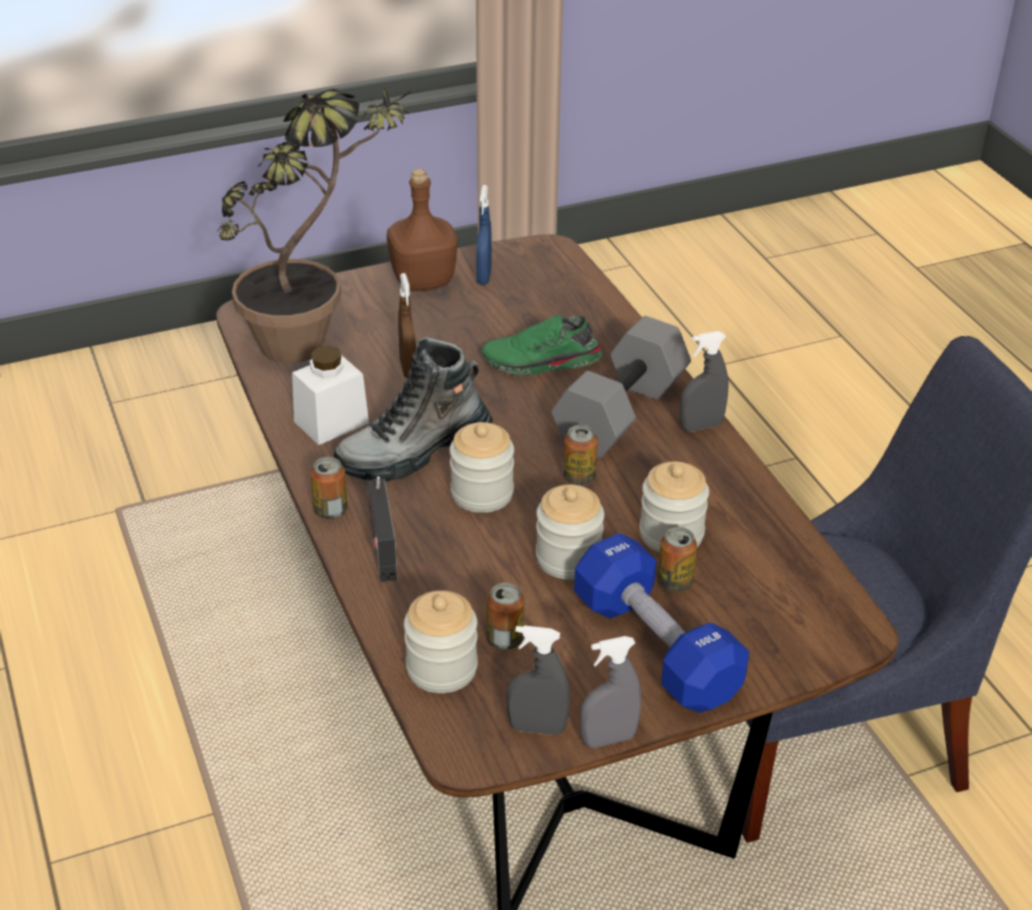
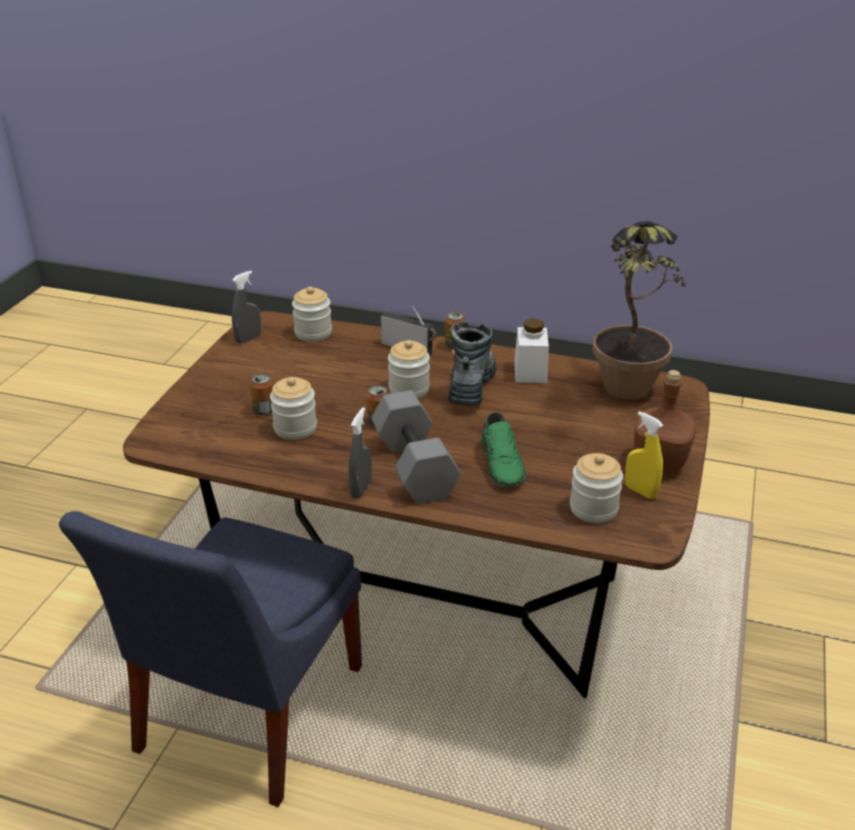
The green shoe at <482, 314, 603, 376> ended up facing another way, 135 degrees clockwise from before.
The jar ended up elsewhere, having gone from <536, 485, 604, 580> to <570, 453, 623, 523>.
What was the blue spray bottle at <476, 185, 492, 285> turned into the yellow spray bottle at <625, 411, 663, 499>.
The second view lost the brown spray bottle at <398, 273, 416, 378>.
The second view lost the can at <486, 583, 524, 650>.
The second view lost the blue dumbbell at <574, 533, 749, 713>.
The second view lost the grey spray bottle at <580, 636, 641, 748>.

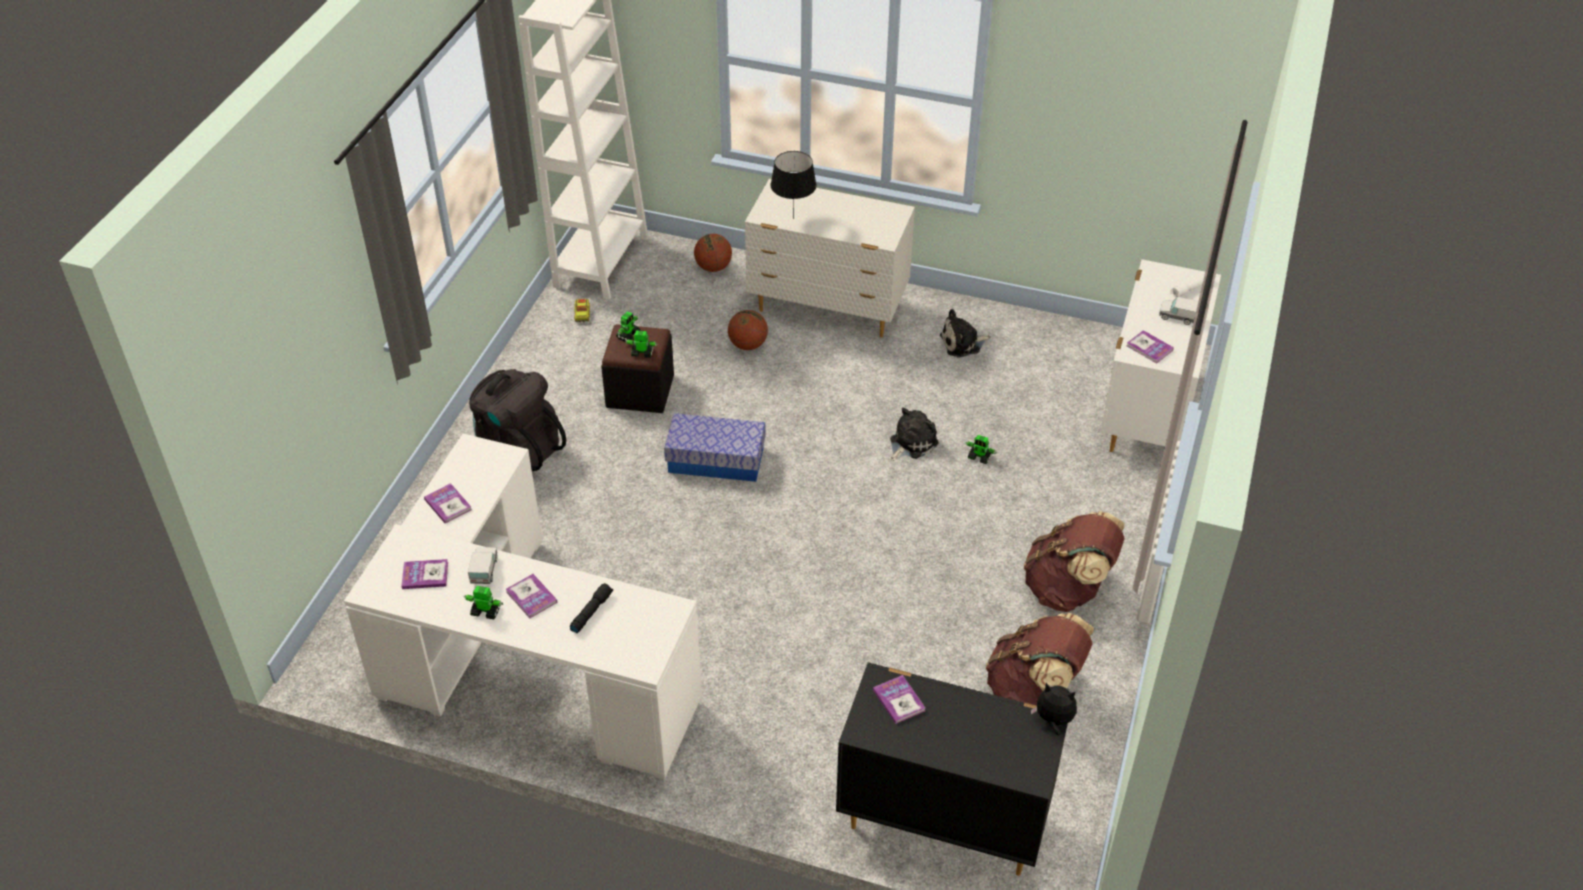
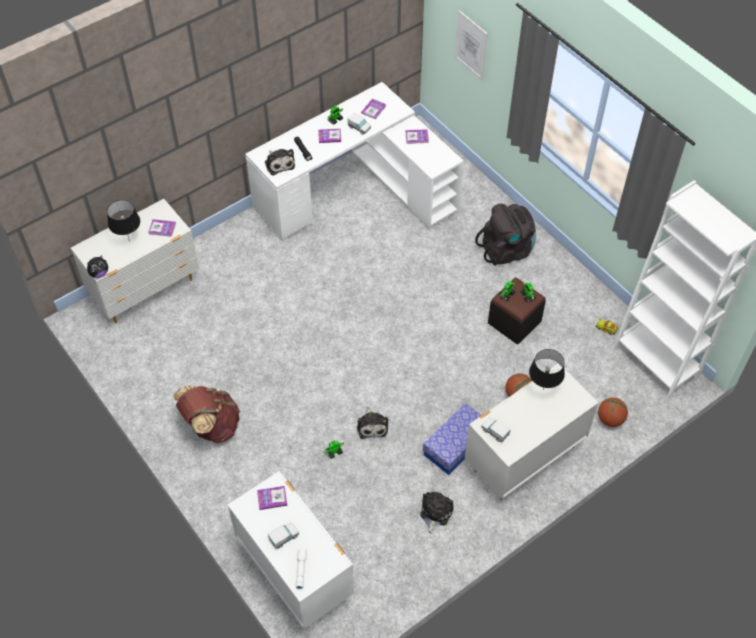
What was the black dresser at <836, 662, 1068, 876> turned into the white dresser at <71, 199, 199, 323>.
The second view gained the black table lamp at <107, 200, 140, 241>.
The second view gained the plush toy at <265, 149, 295, 176>.
The storage box ended up elsewhere, having gone from <664, 413, 766, 482> to <423, 403, 481, 475>.
The second view gained the picture at <455, 10, 488, 81>.
The second view gained the toy truck at <482, 417, 511, 442>.
The second view lost the brown backpack at <986, 613, 1094, 705>.

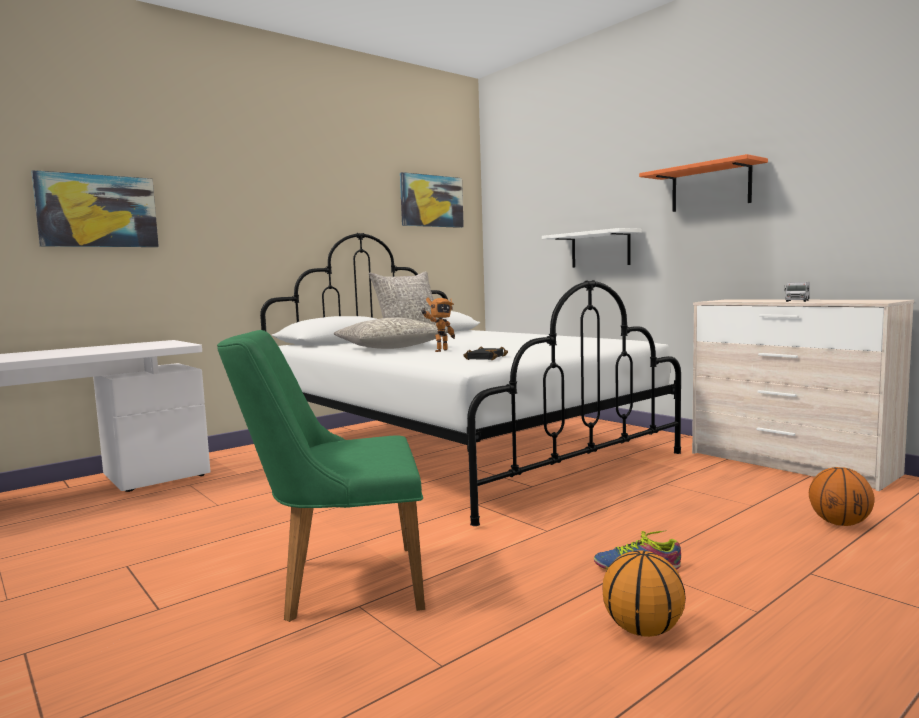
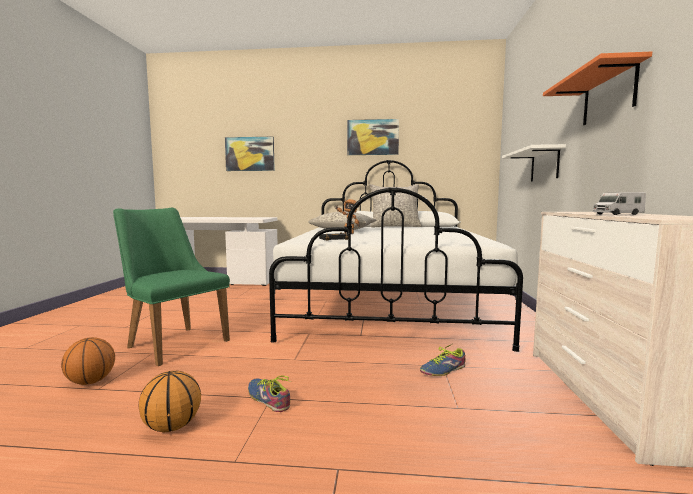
The basketball ended up elsewhere, having gone from <809, 467, 875, 526> to <61, 337, 115, 385>.
The picture ended up elsewhere, having gone from <400, 172, 464, 228> to <347, 119, 399, 155>.
The second view gained the shoe at <420, 344, 465, 376>.

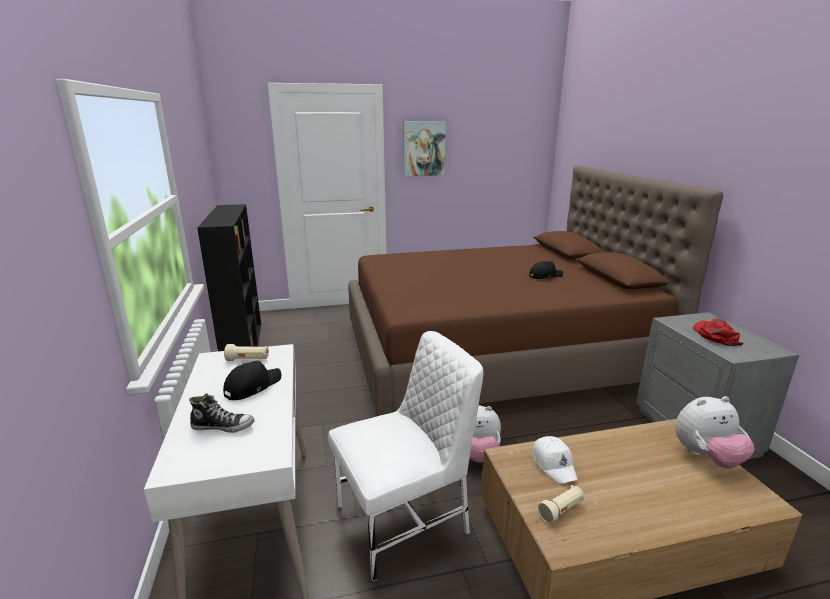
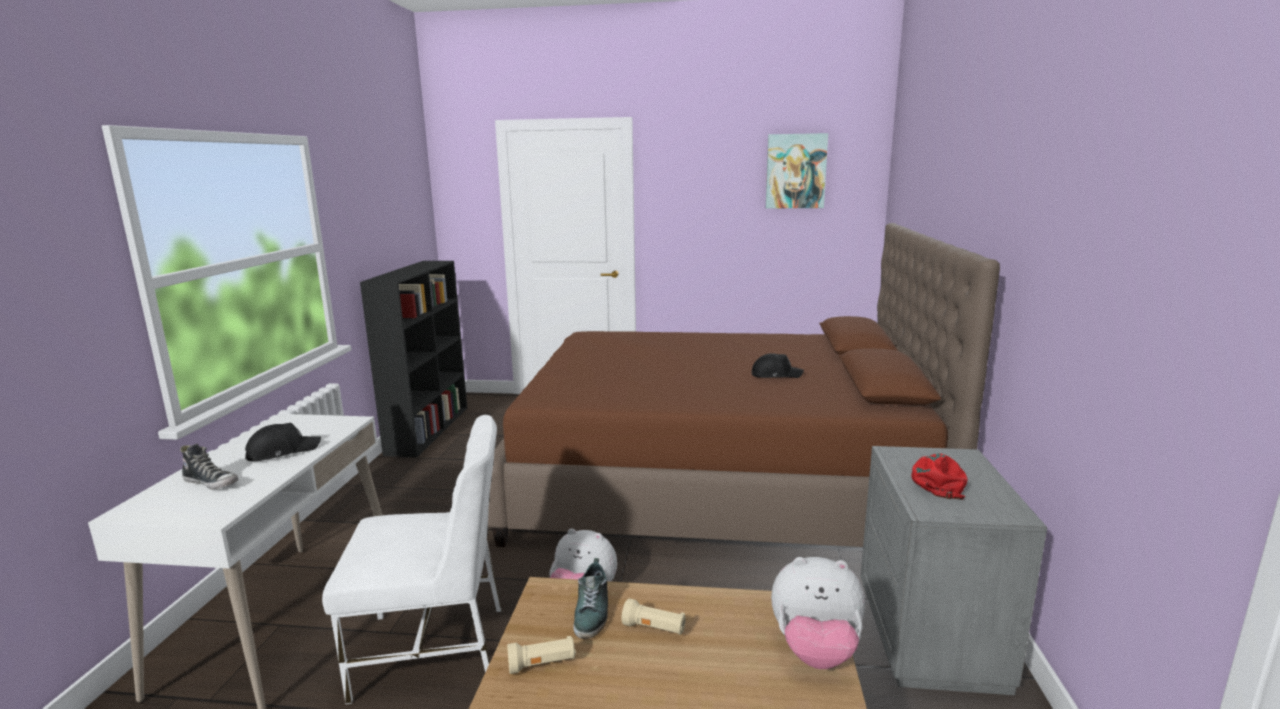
Where the white cap stood at <532, 436, 578, 484>, the shoe came to stand at <573, 558, 608, 639>.
The beige flashlight ended up elsewhere, having gone from <224, 344, 269, 361> to <621, 598, 686, 635>.
The picture ended up elsewhere, having gone from <403, 121, 446, 177> to <766, 133, 828, 209>.

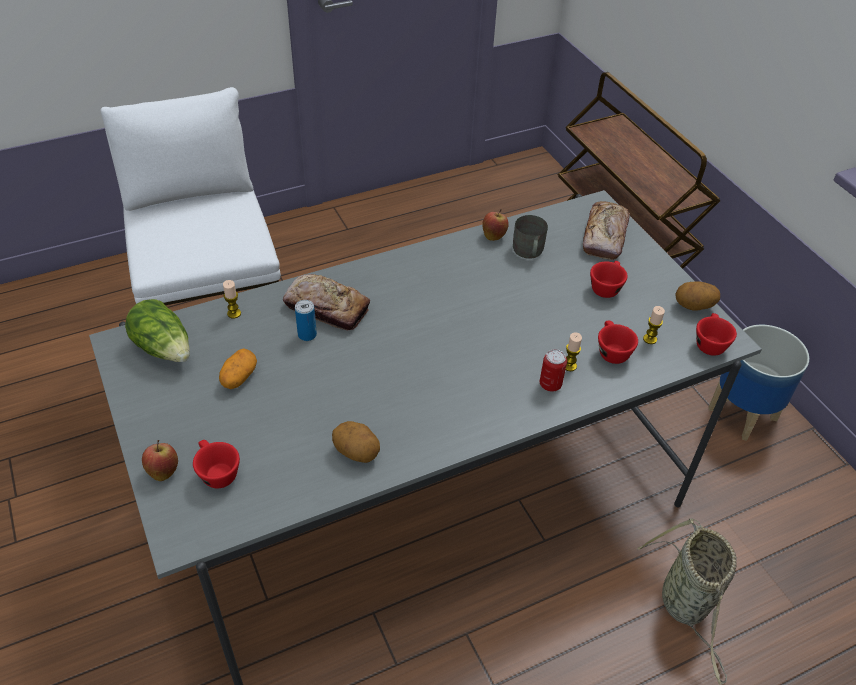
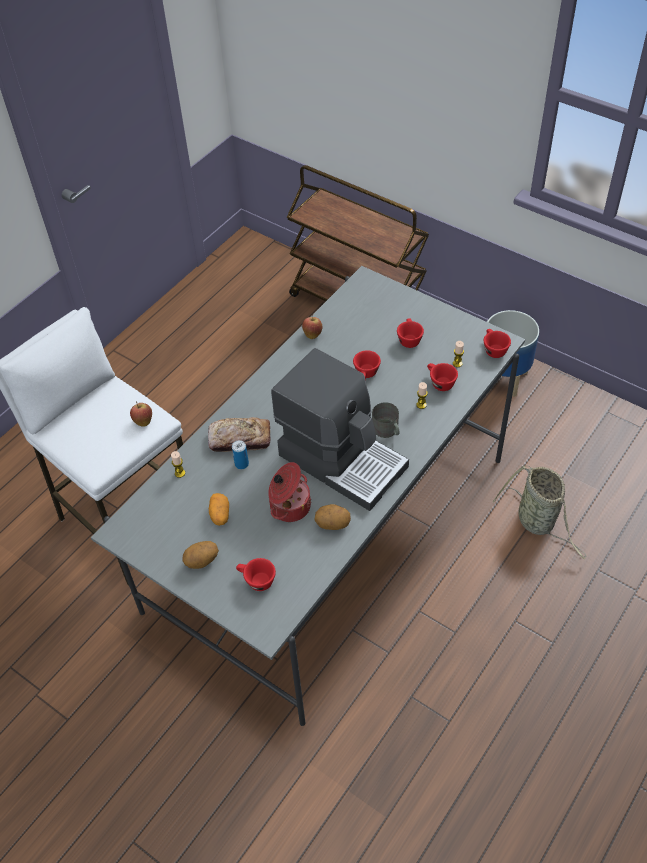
The apple ended up elsewhere, having gone from <142, 440, 178, 481> to <130, 401, 152, 426>.
The potato ended up elsewhere, having gone from <675, 282, 720, 310> to <183, 541, 219, 569>.
The second view gained the cooking pot at <268, 462, 311, 522>.
The second view gained the coffee machine at <271, 348, 409, 511>.
The second view gained the red cup at <353, 350, 381, 381>.
The grey mug ended up elsewhere, having gone from <513, 215, 548, 259> to <372, 402, 400, 438>.
The second view lost the lettuce at <125, 299, 190, 362>.
The second view lost the can at <540, 349, 567, 392>.
The second view lost the bread at <583, 201, 630, 260>.

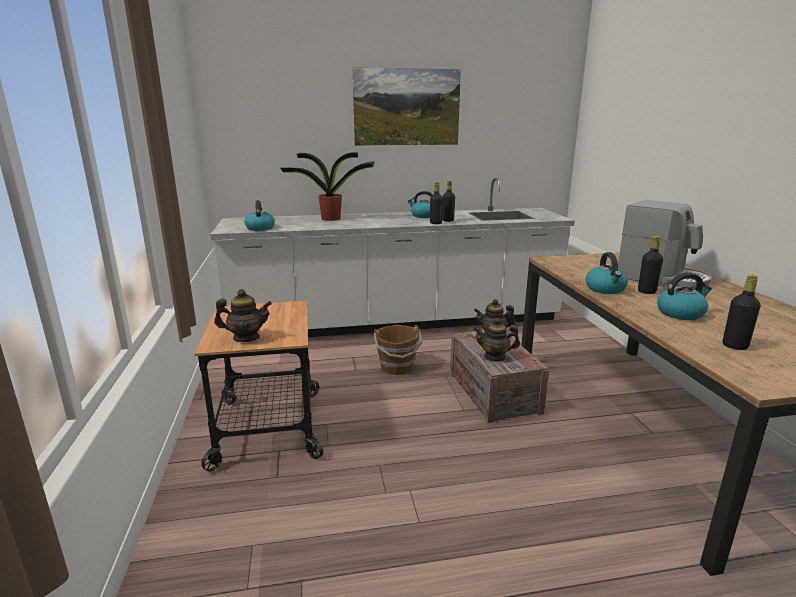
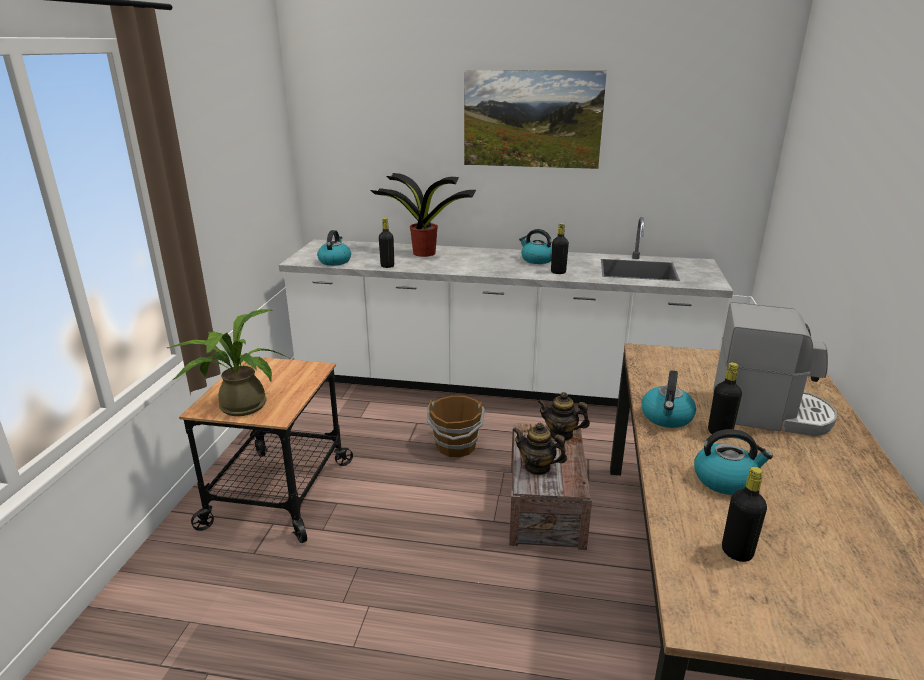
Where the teapot stood at <214, 289, 272, 342>, the potted plant came to stand at <167, 309, 288, 416>.
The black bottle ended up elsewhere, having gone from <430, 183, 443, 224> to <379, 218, 394, 268>.
The coffee machine at <618, 200, 711, 290> ended up facing another way, 45 degrees counterclockwise from before.

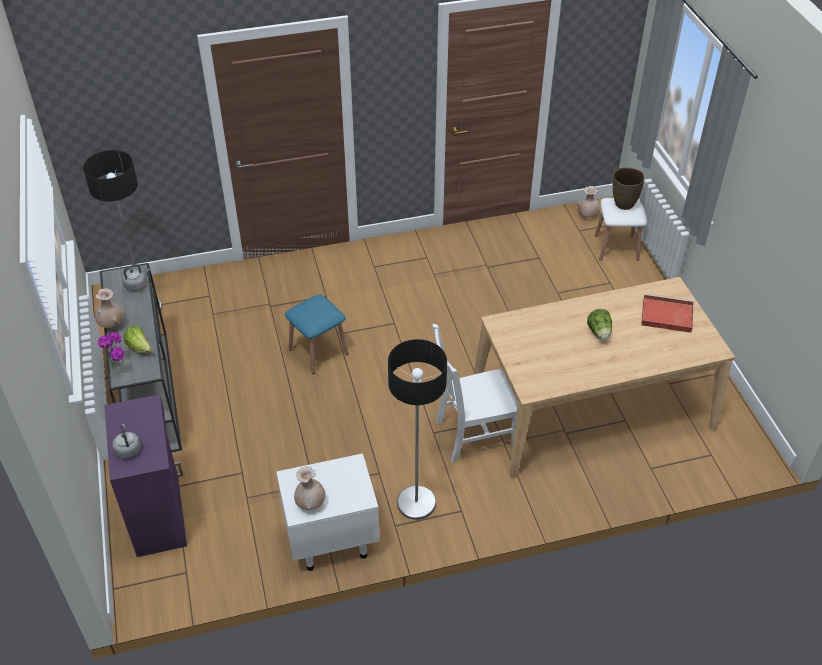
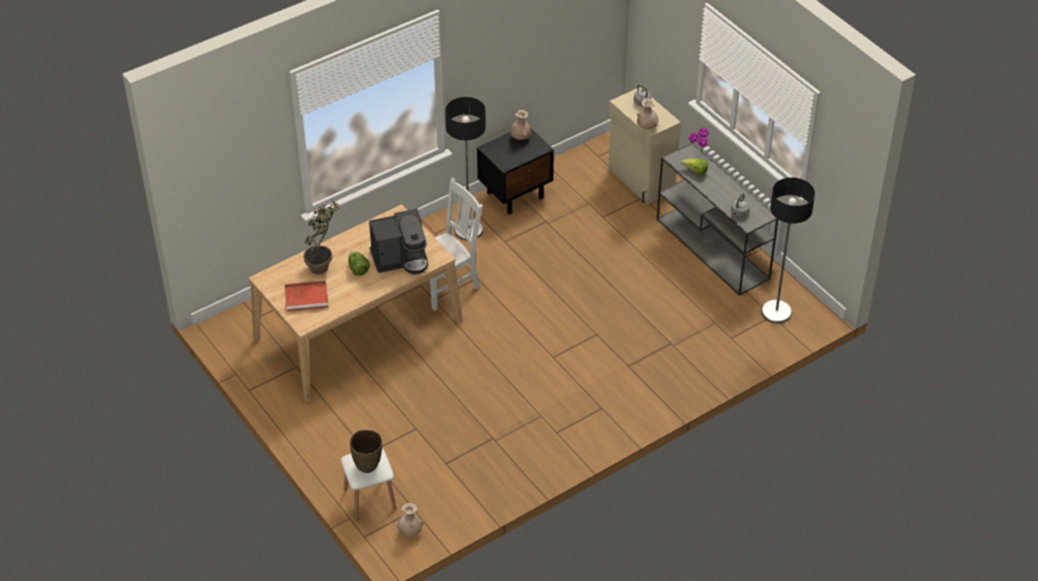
The second view gained the potted plant at <303, 198, 340, 275>.
The second view gained the coffee machine at <369, 209, 428, 274>.
What was the white nightstand at <277, 453, 380, 571> turned into the black nightstand at <477, 128, 554, 214>.
What was the purple cabinet at <104, 394, 187, 557> turned into the beige cabinet at <608, 87, 681, 205>.
The beige vase ended up elsewhere, having gone from <95, 288, 124, 328> to <637, 99, 659, 129>.
The second view lost the blue stool at <285, 295, 348, 374>.

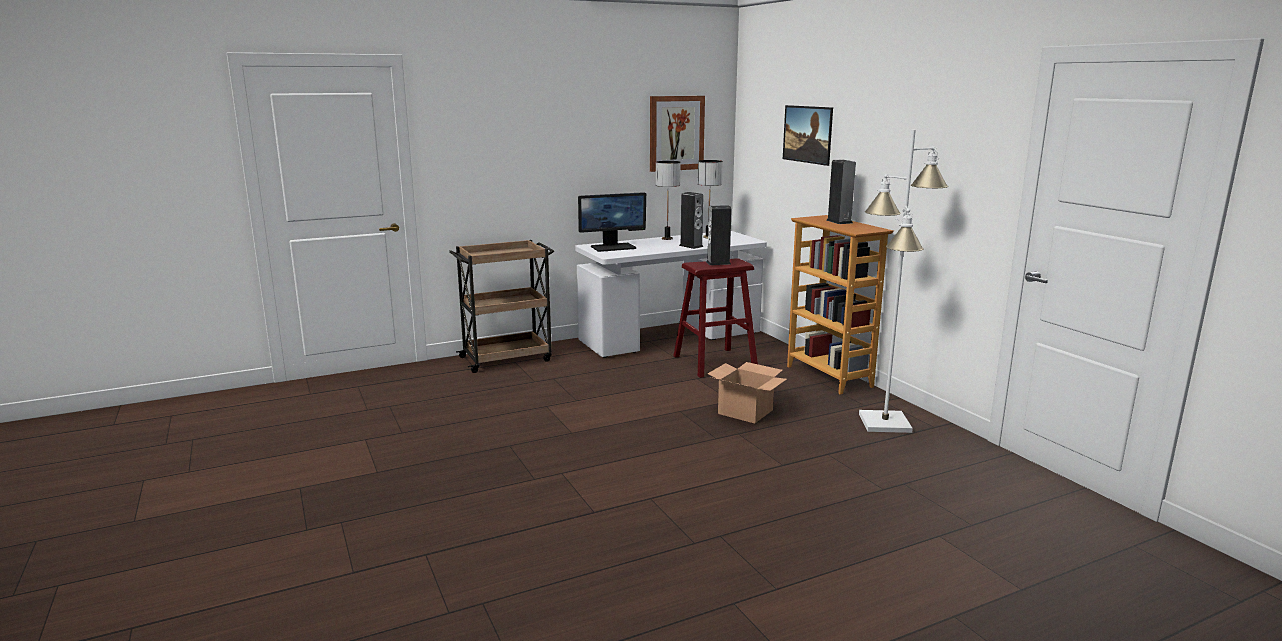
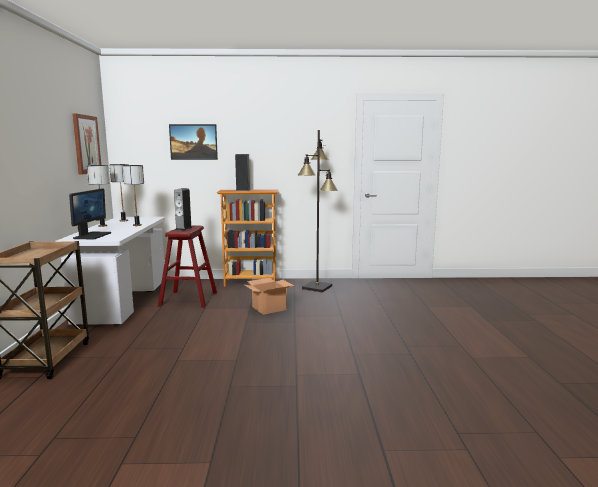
Where the speaker stood at <679, 192, 703, 249>, the table lamp came to stand at <122, 165, 144, 226>.
What was the white floor lamp at <859, 129, 948, 433> turned into the black floor lamp at <298, 130, 338, 292>.

